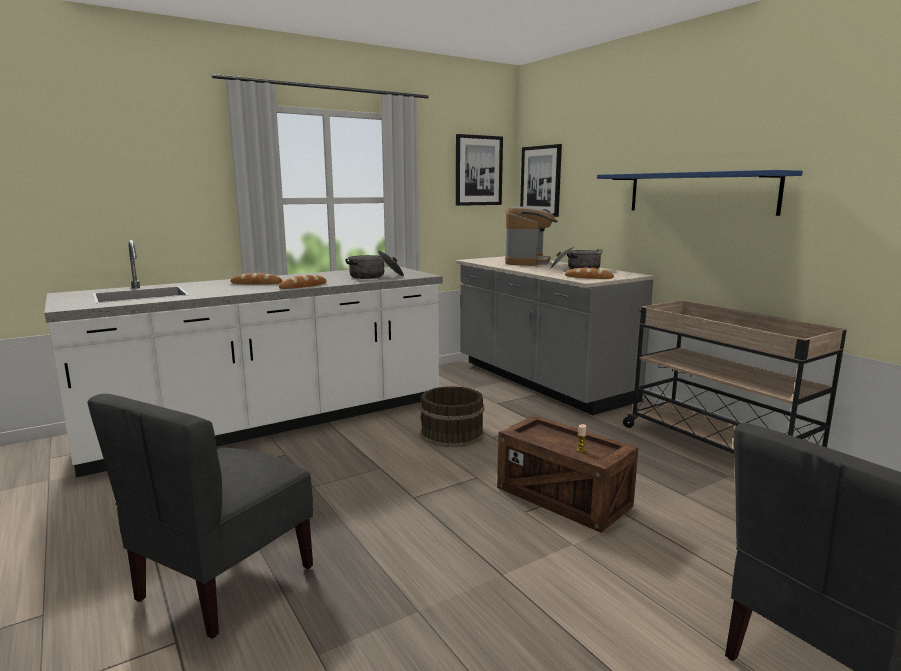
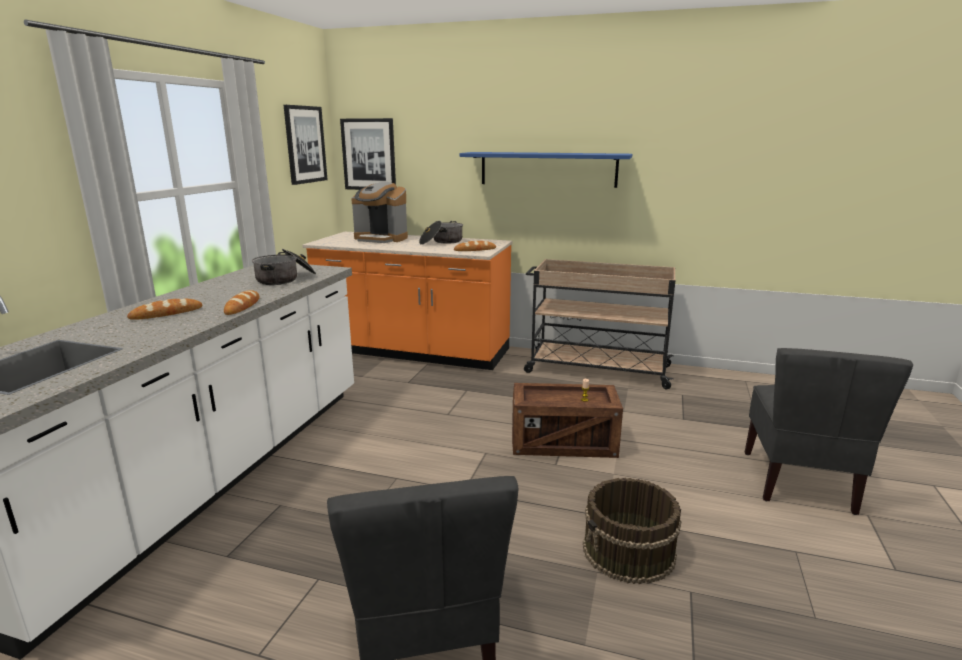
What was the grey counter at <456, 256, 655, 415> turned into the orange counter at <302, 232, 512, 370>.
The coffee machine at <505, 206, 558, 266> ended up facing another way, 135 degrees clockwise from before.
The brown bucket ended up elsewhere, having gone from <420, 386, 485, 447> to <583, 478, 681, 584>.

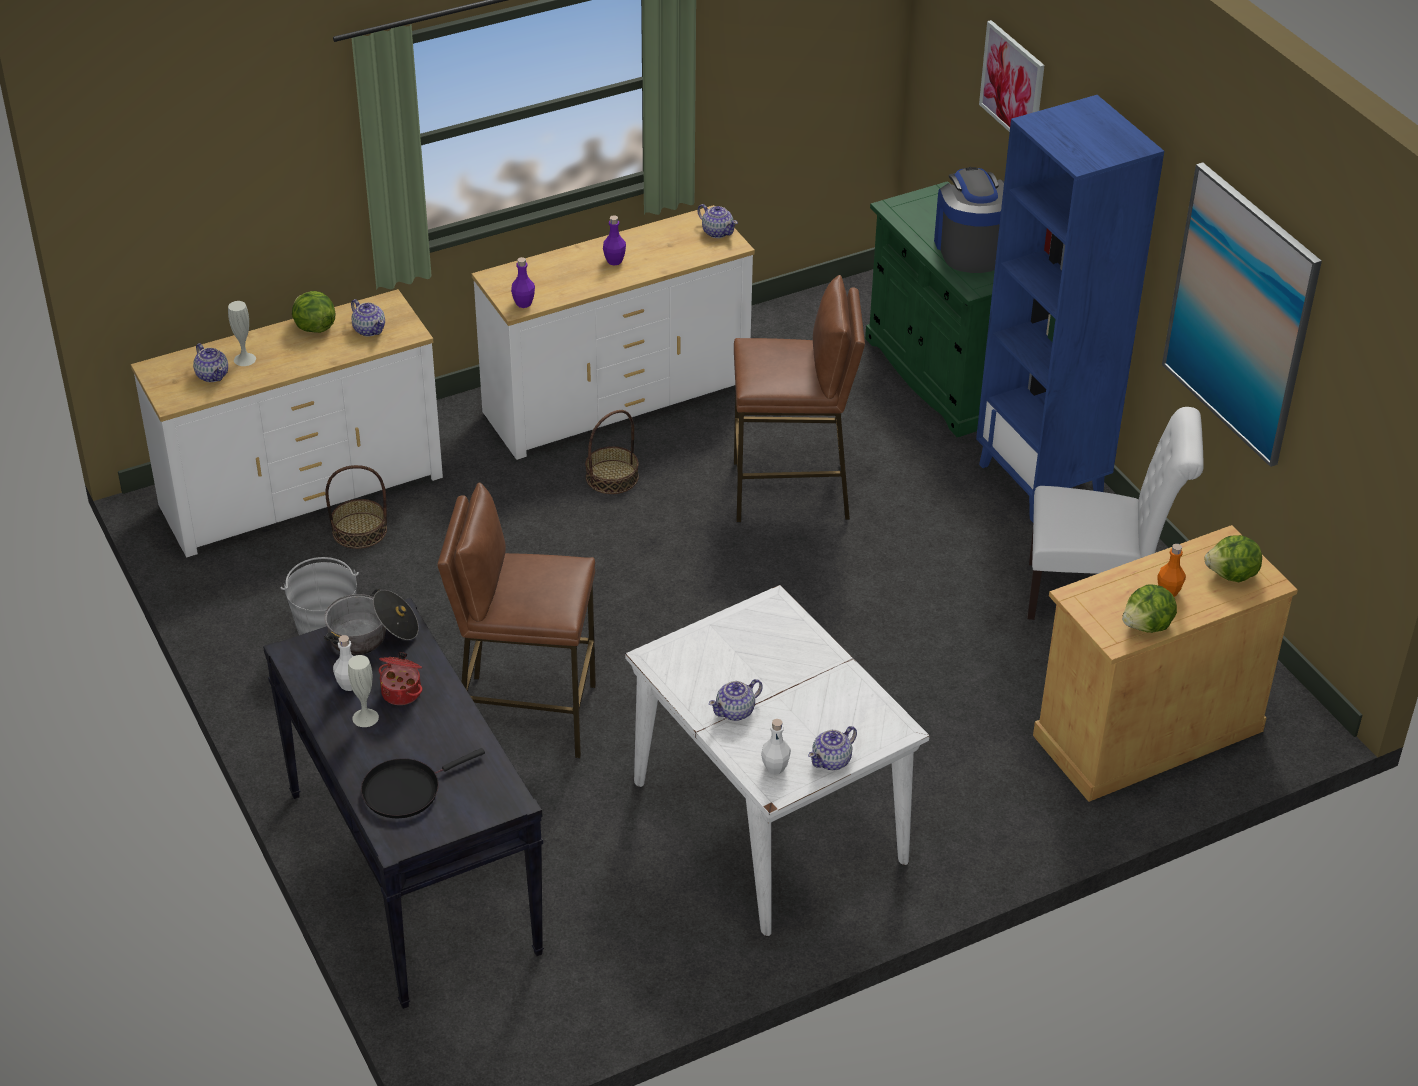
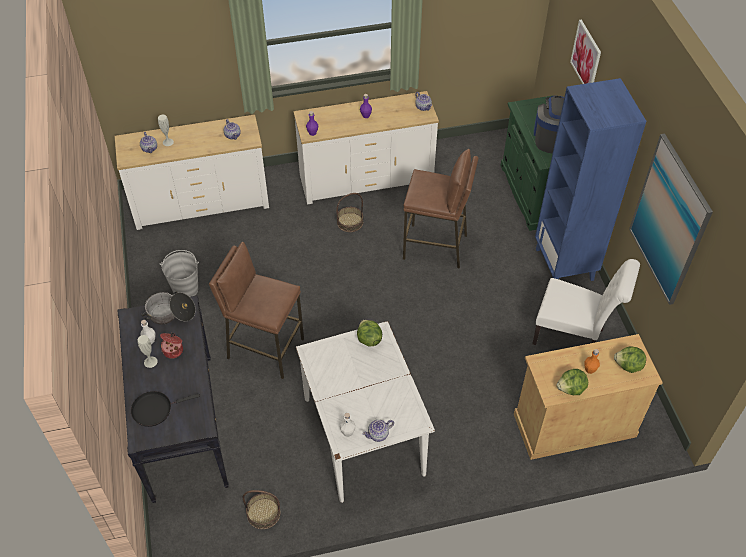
The basket ended up elsewhere, having gone from <325, 465, 387, 549> to <243, 490, 280, 529>.
The lettuce ended up elsewhere, having gone from <292, 291, 335, 333> to <357, 320, 382, 346>.
The second view lost the teapot at <709, 679, 763, 721>.

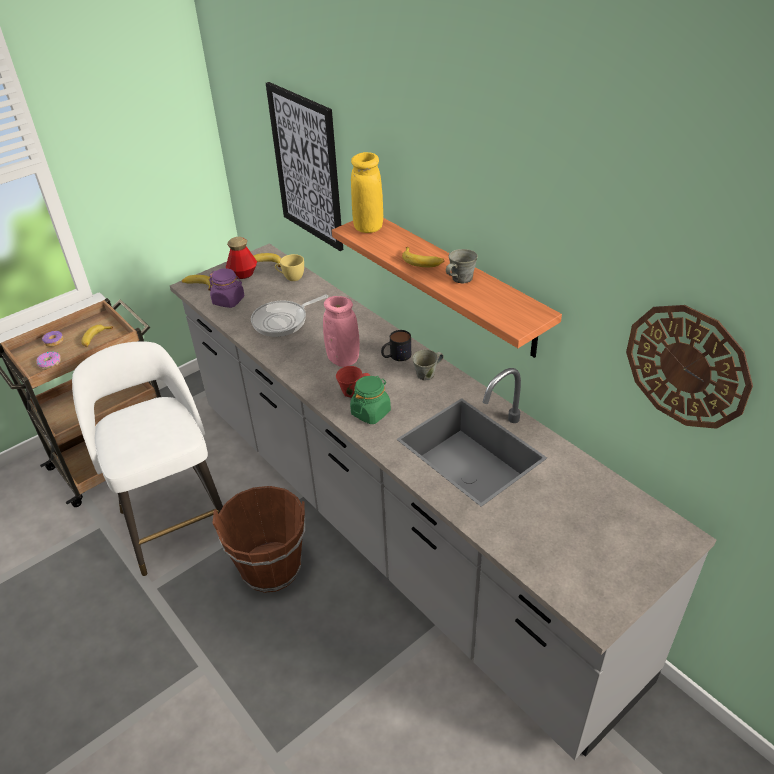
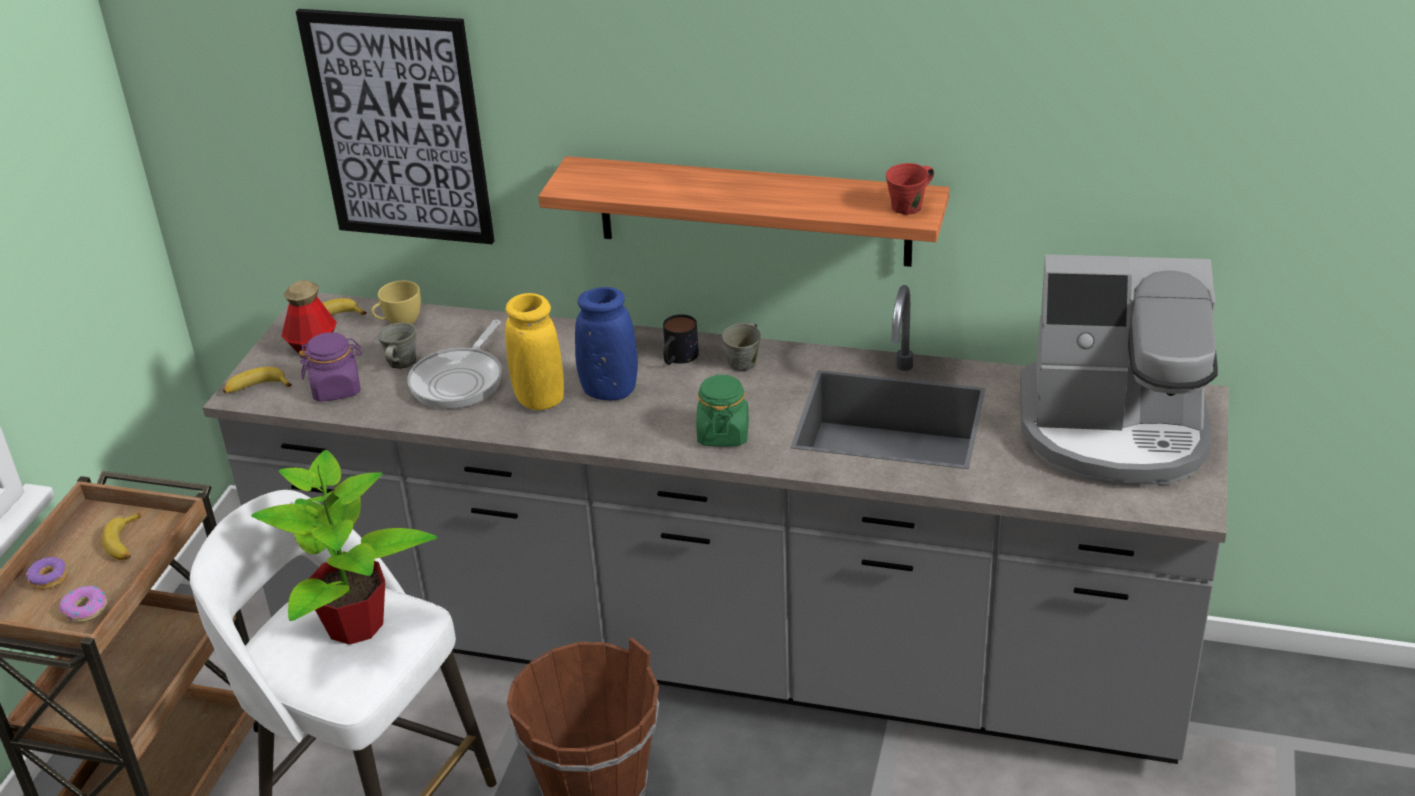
The second view gained the potted plant at <251, 450, 438, 645>.
The grey mug ended up elsewhere, having gone from <446, 249, 478, 284> to <377, 323, 416, 369>.
The yellow vase ended up elsewhere, having gone from <351, 152, 383, 233> to <505, 293, 564, 410>.
What was the pink vase at <323, 296, 360, 367> turned into the blue vase at <575, 287, 638, 400>.
The red mug ended up elsewhere, having gone from <336, 366, 370, 398> to <886, 163, 934, 215>.
The second view gained the coffee machine at <1020, 254, 1218, 486>.
The second view lost the banana at <402, 247, 444, 267>.
The second view lost the wall clock at <626, 305, 753, 429>.

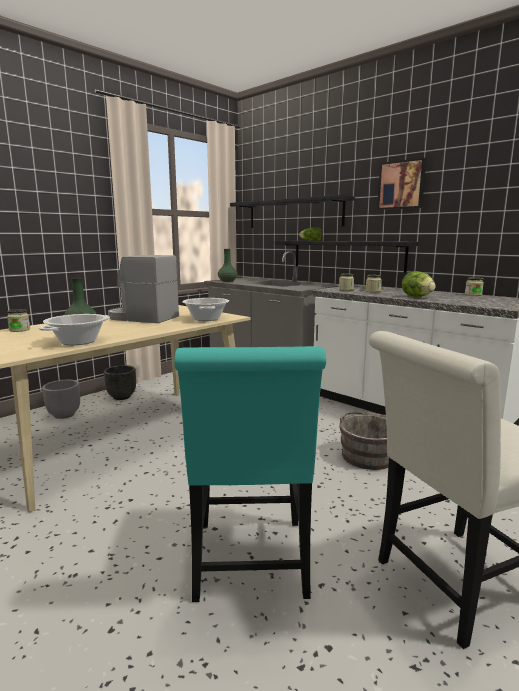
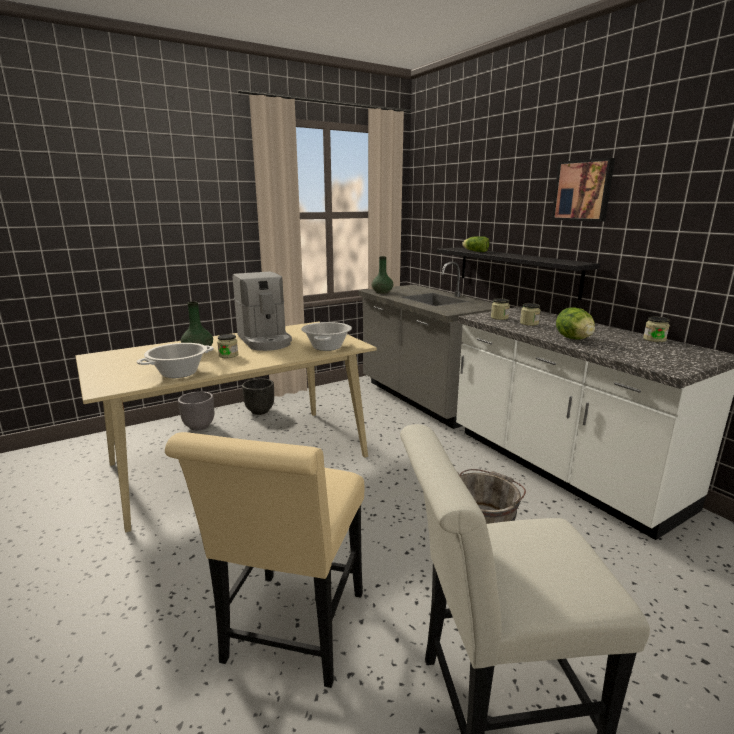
What was the turquoise chair at <174, 346, 326, 602> turned into the beige chair at <165, 432, 364, 688>.
The jar ended up elsewhere, having gone from <7, 309, 30, 332> to <217, 334, 238, 358>.
The coffee machine at <108, 255, 179, 323> ended up facing another way, 150 degrees counterclockwise from before.
The second view lost the black shelf at <230, 195, 355, 228>.

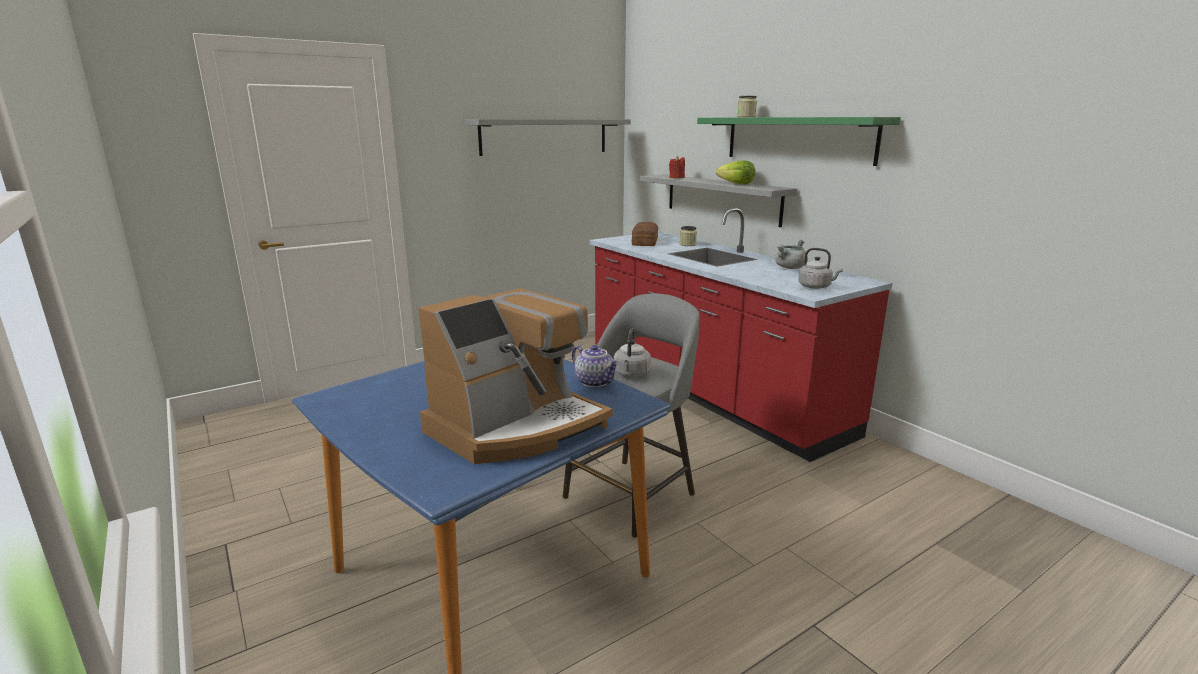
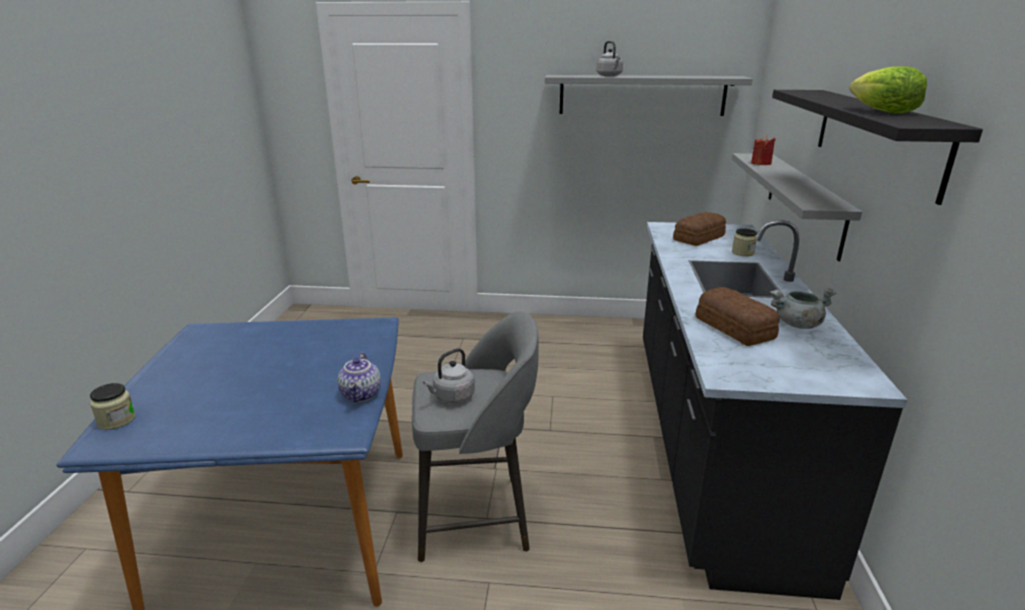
The jar ended up elsewhere, having gone from <737, 96, 757, 117> to <90, 383, 136, 430>.
The grey kettle ended up elsewhere, having gone from <798, 248, 843, 289> to <596, 41, 623, 76>.
What was the red counter at <590, 208, 892, 462> turned into the black counter at <643, 220, 907, 600>.
The second view gained the bread at <695, 287, 780, 346>.
What was the green shelf at <697, 117, 901, 166> turned into the black shelf at <772, 90, 983, 205>.
The lettuce ended up elsewhere, having gone from <716, 161, 755, 185> to <849, 66, 927, 114>.
The second view lost the coffee machine at <418, 288, 613, 464>.

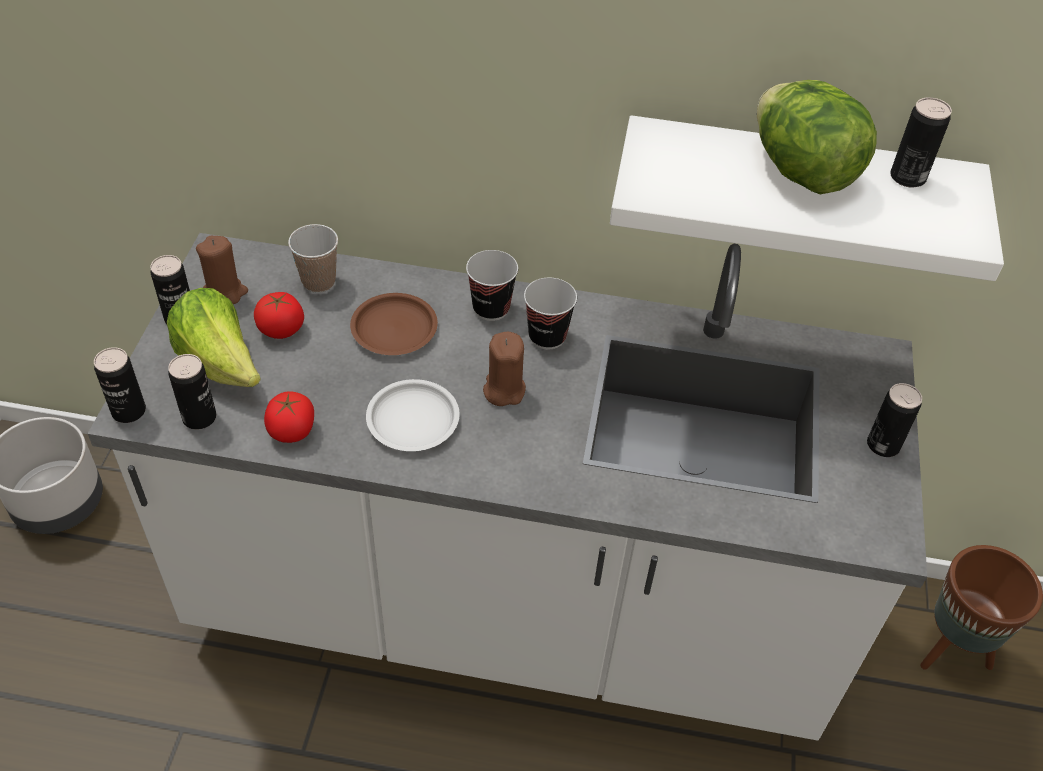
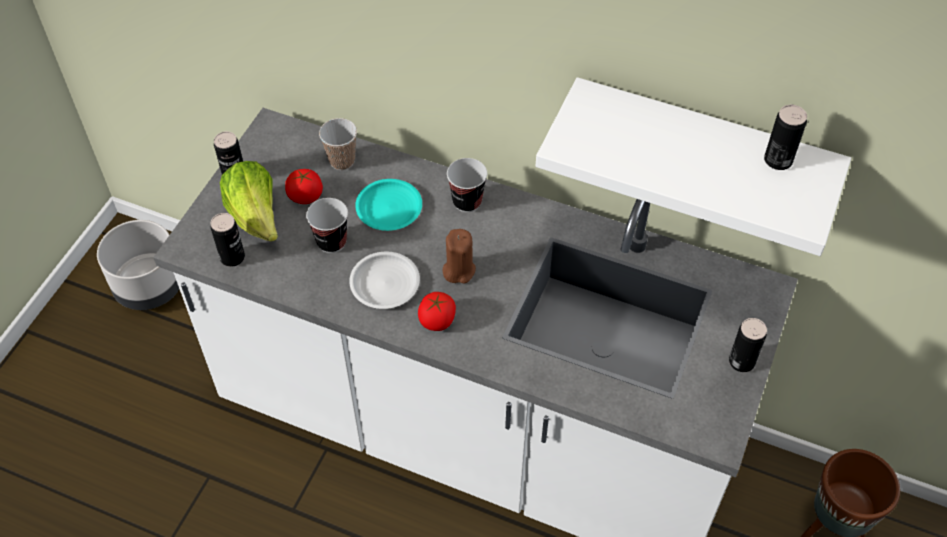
The cup ended up elsewhere, having gone from <524, 278, 577, 349> to <306, 198, 348, 253>.
What was the brown plate at <350, 293, 438, 355> turned into the turquoise plate at <355, 179, 422, 231>.
The tomato ended up elsewhere, having gone from <264, 391, 314, 443> to <418, 292, 456, 331>.
The second view lost the can at <94, 347, 146, 423>.
The second view lost the brown candle at <196, 236, 248, 304>.
The second view lost the lettuce at <757, 80, 877, 194>.

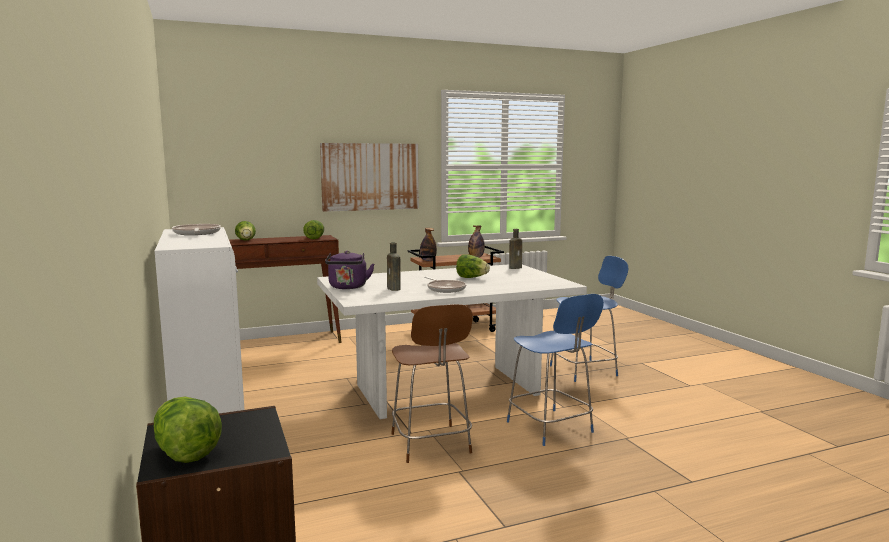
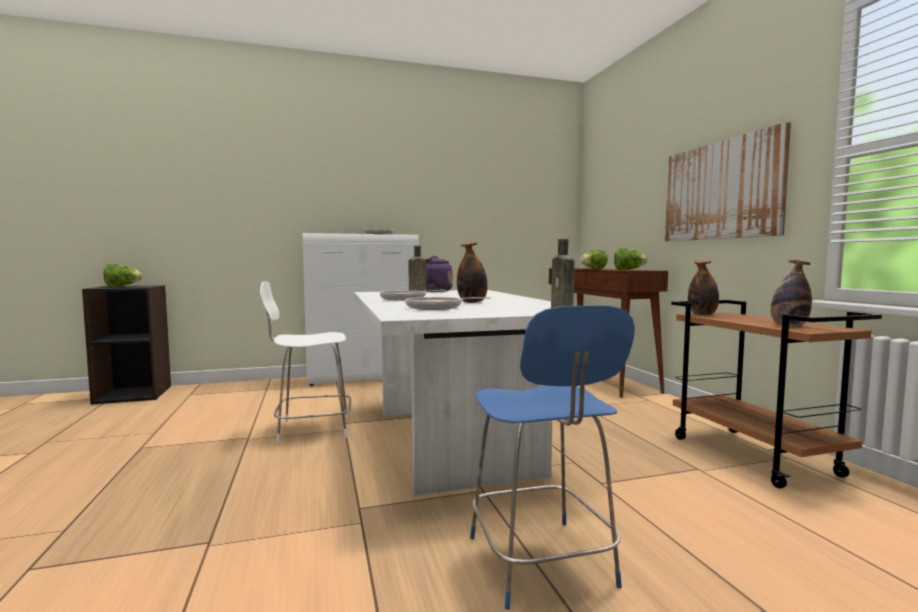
What was the brown chair at <391, 304, 473, 463> turned into the white chair at <260, 281, 351, 444>.
The second view gained the frying pan at <405, 297, 490, 310>.
Where the lettuce stood at <456, 254, 490, 278>, the bottle came to stand at <457, 242, 488, 303>.
The second view lost the blue chair at <507, 294, 604, 446>.

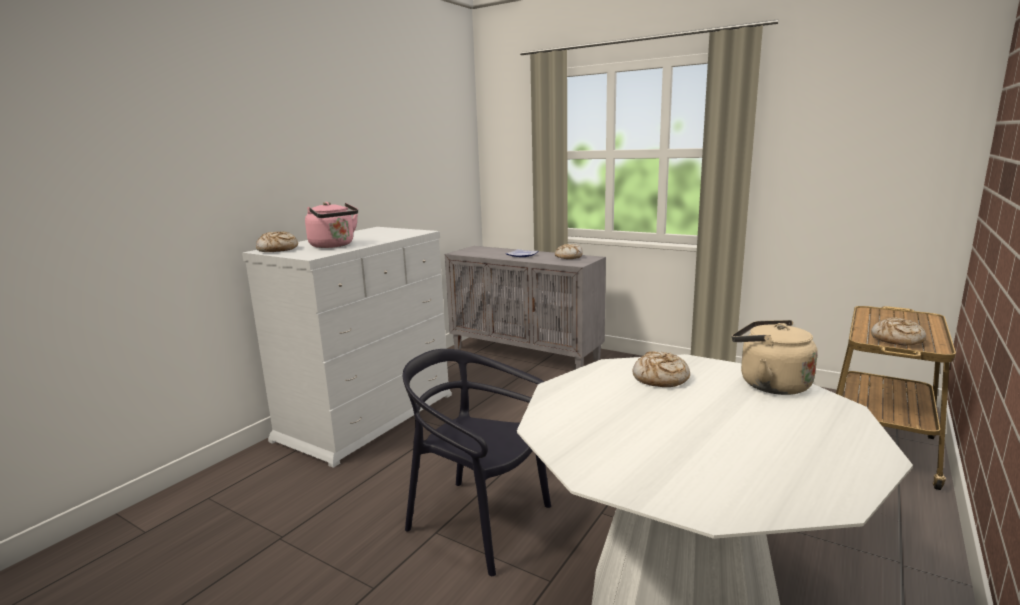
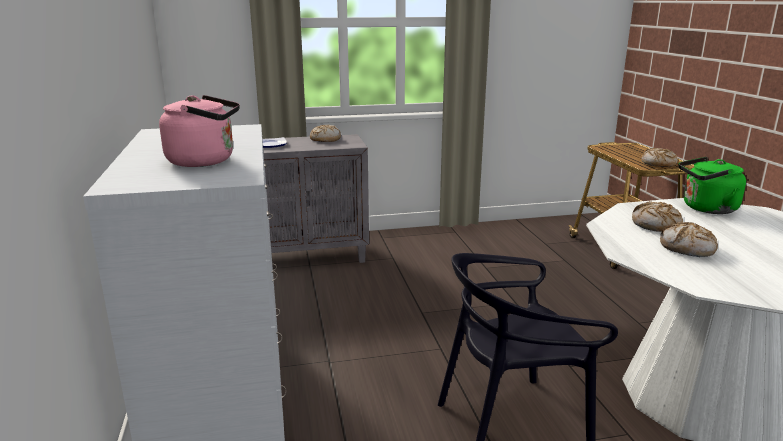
The bread ended up elsewhere, having gone from <256, 231, 298, 252> to <660, 222, 718, 257>.
What was the beige kettle at <732, 320, 818, 395> turned into the green kettle at <678, 157, 746, 214>.

